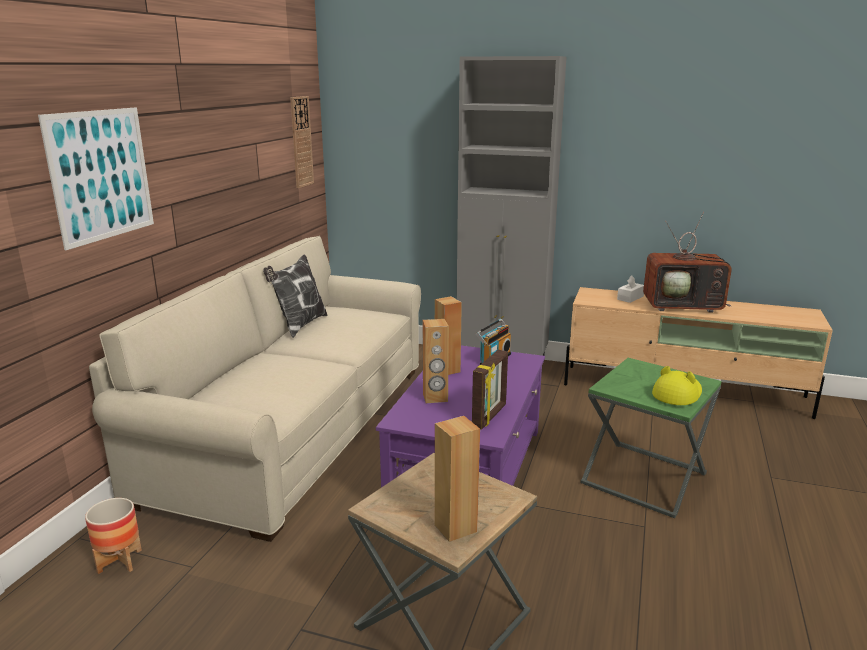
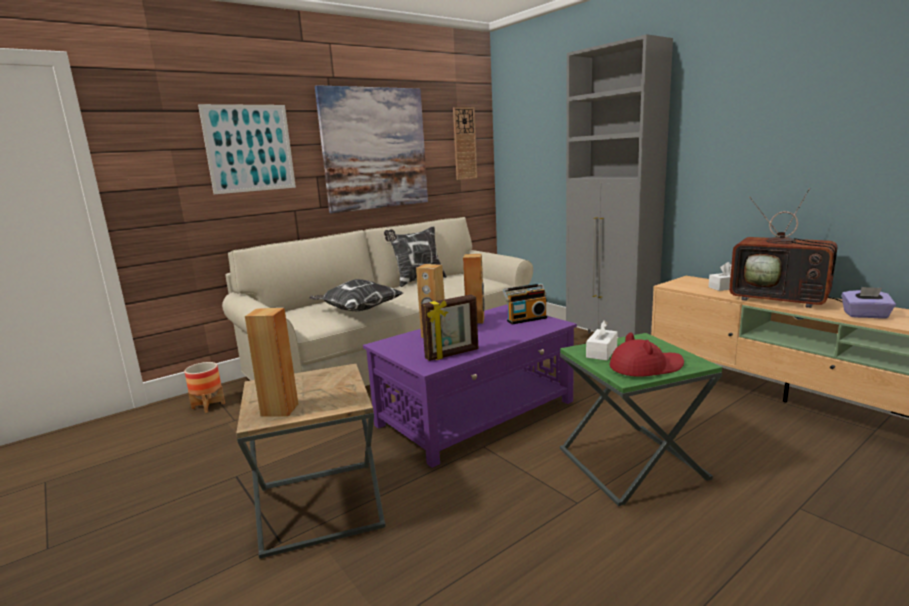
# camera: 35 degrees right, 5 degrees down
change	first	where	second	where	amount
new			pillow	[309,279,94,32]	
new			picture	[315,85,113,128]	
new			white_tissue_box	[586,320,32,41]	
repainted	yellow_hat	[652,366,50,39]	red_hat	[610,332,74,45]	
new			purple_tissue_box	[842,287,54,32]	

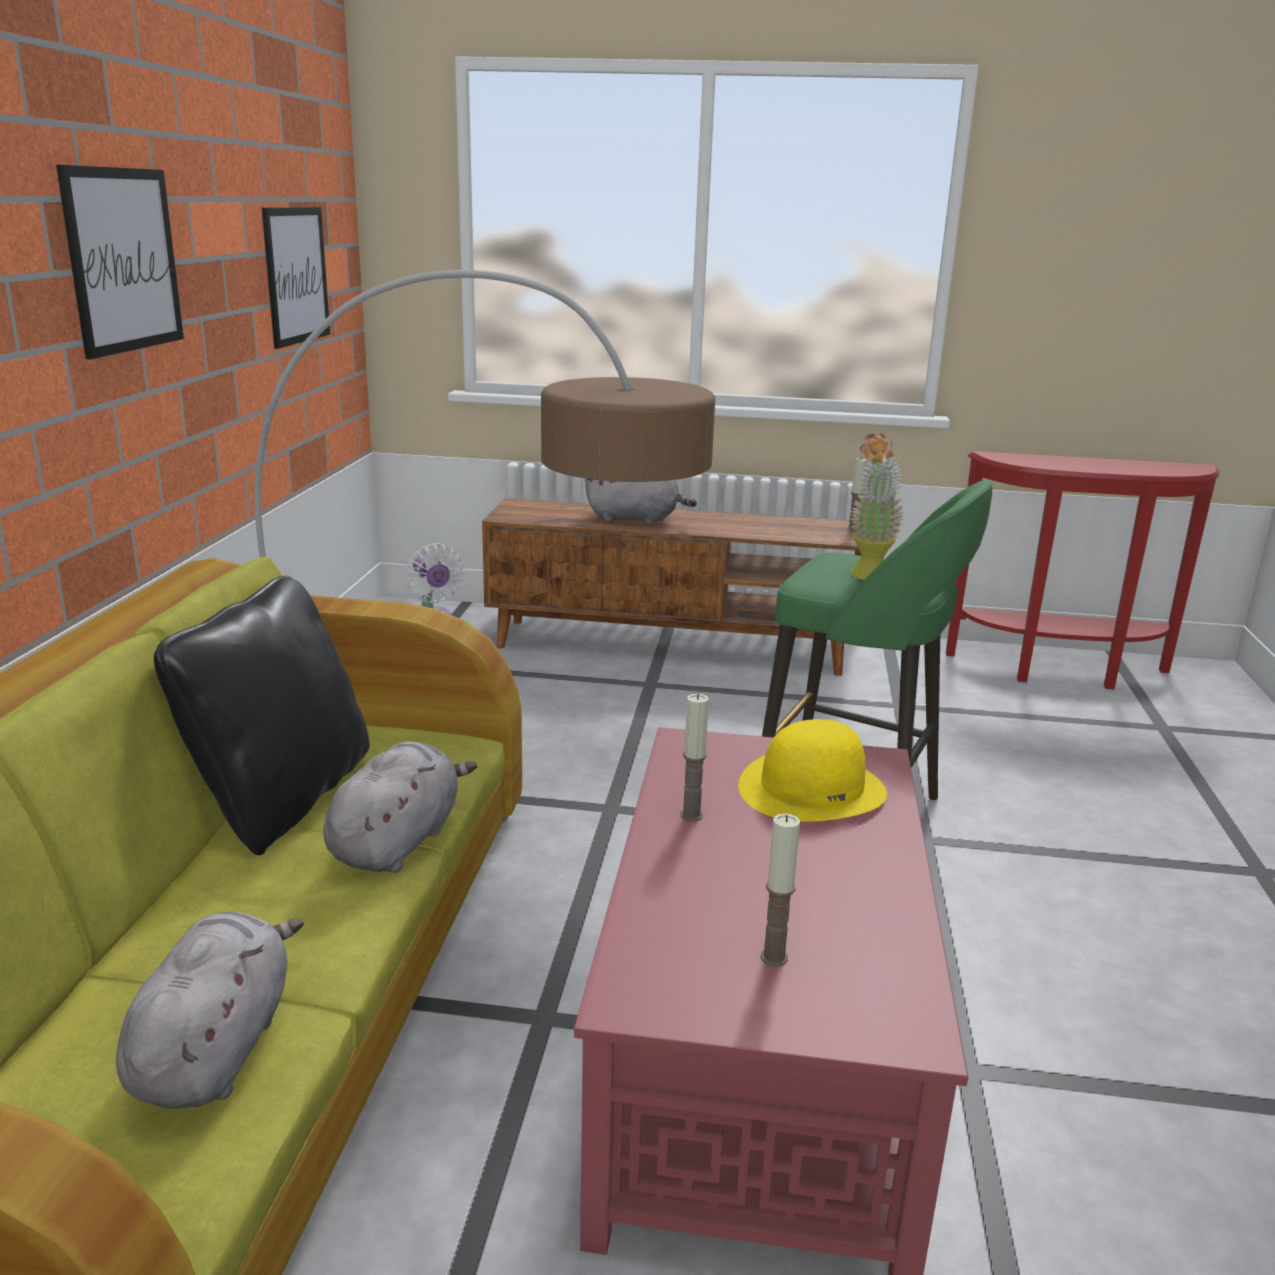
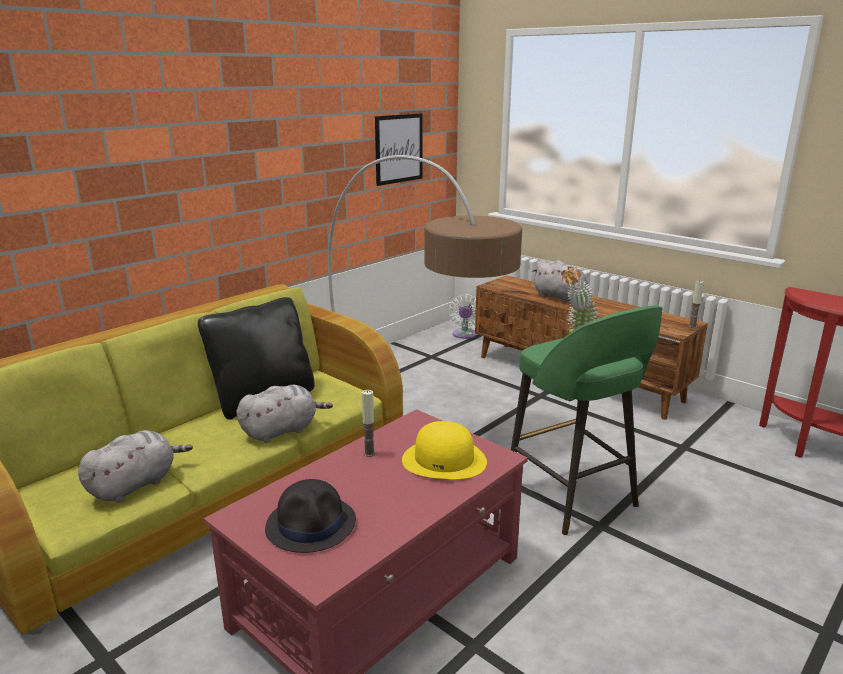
# camera: 35 degrees right, 0 degrees up
change	first	where	second	where	amount
swapped	candle	[760,813,40,154]	black_hat	[265,479,91,74]	
gone	picture	[56,165,128,194]			

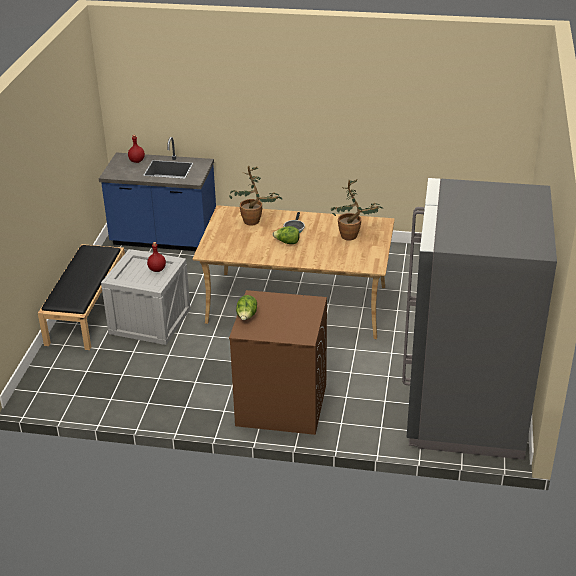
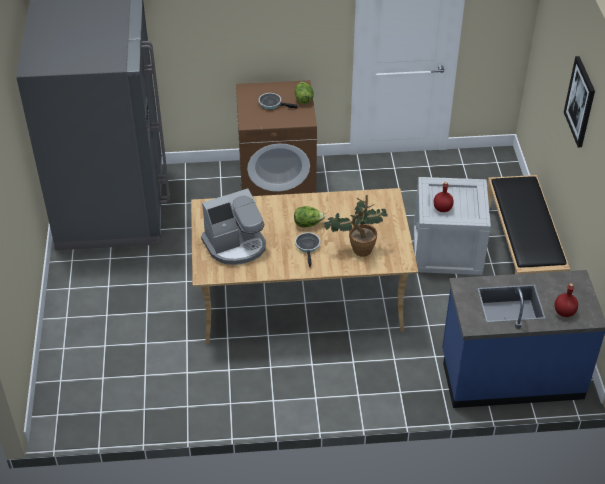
# camera: 165 degrees right, 10 degrees up
change	first	where	second	where	amount
swapped	potted_plant	[330,179,53,61]	coffee_machine	[201,188,65,77]	
new			frying_pan	[258,93,40,16]	
new			picture	[564,56,31,91]	

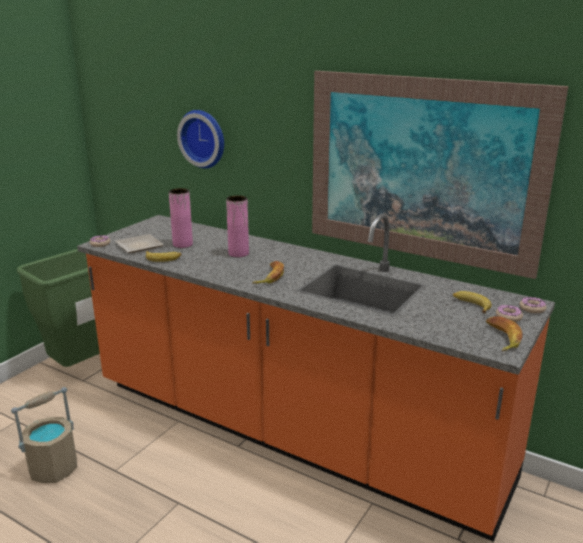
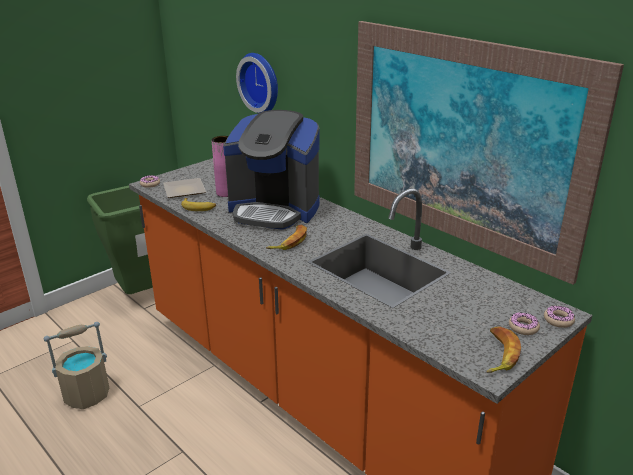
# camera: 15 degrees right, 5 degrees up
change	first	where	second	where	amount
swapped	pink_vase	[226,195,23,62]	coffee_machine	[223,110,97,120]	
gone	banana	[453,291,39,22]			

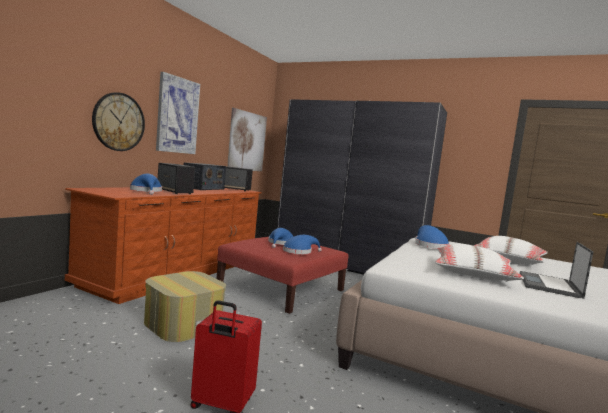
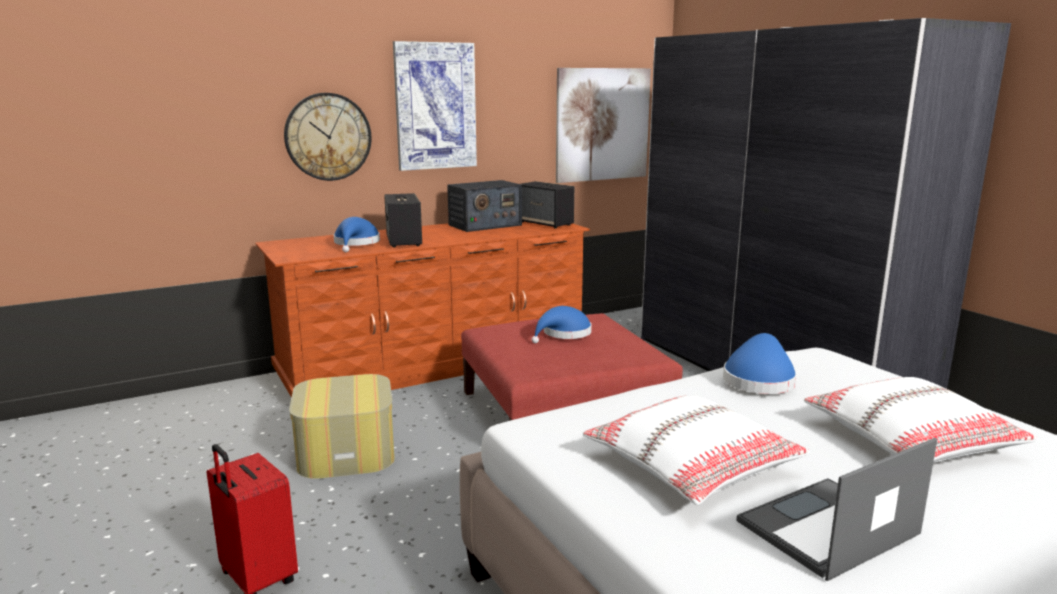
# camera: 35 degrees right, 10 degrees up
change	first	where	second	where	amount
gone	blue_hat	[283,235,39,20]			

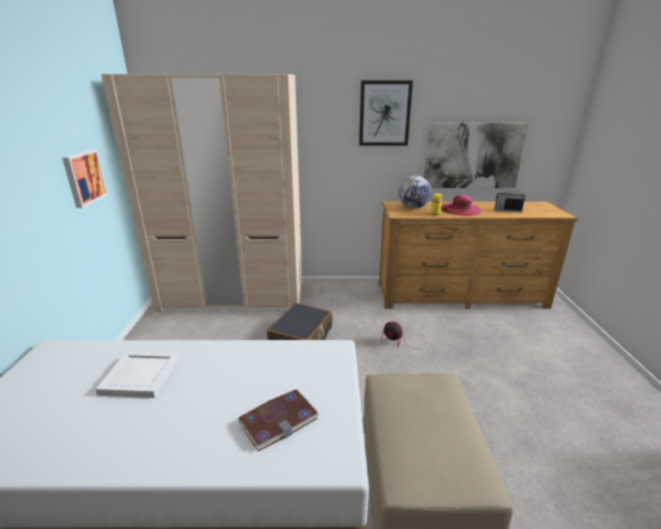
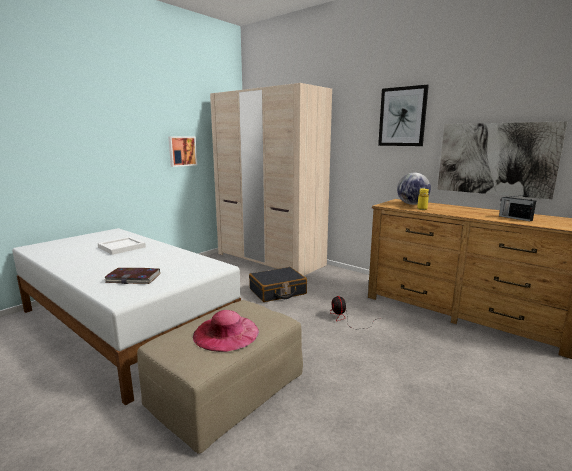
# camera: 40 degrees right, 10 degrees down
change	first	where	second	where	amount
shifted	pink_hat	[441,195,41,21]		[193,310,66,42]	

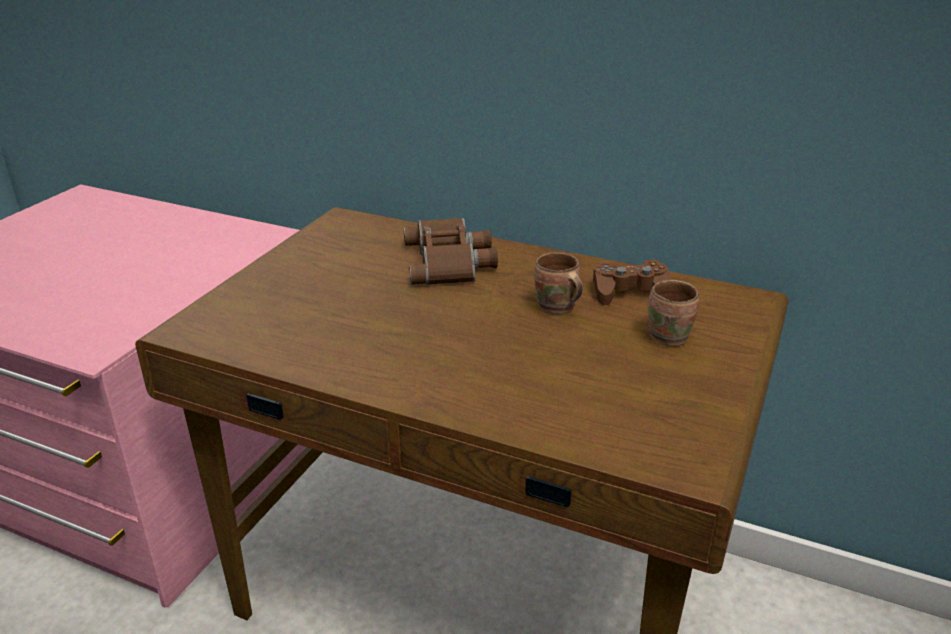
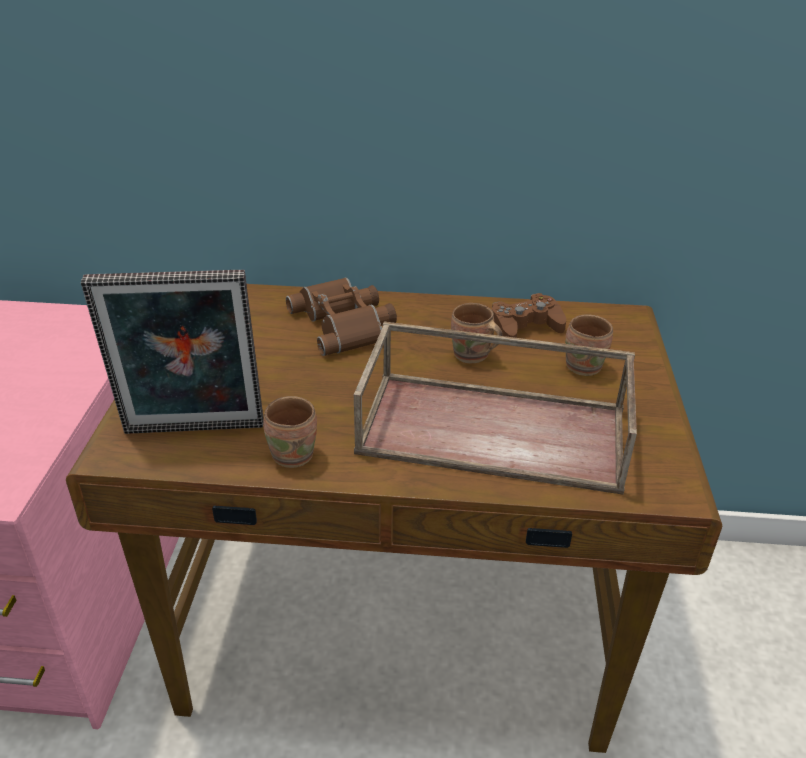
# camera: 20 degrees left, 5 degrees up
change	first	where	second	where	amount
new			picture_frame	[81,270,183,164]	
new			brown_mug	[263,396,54,72]	
new			brown_tray	[354,322,283,173]	

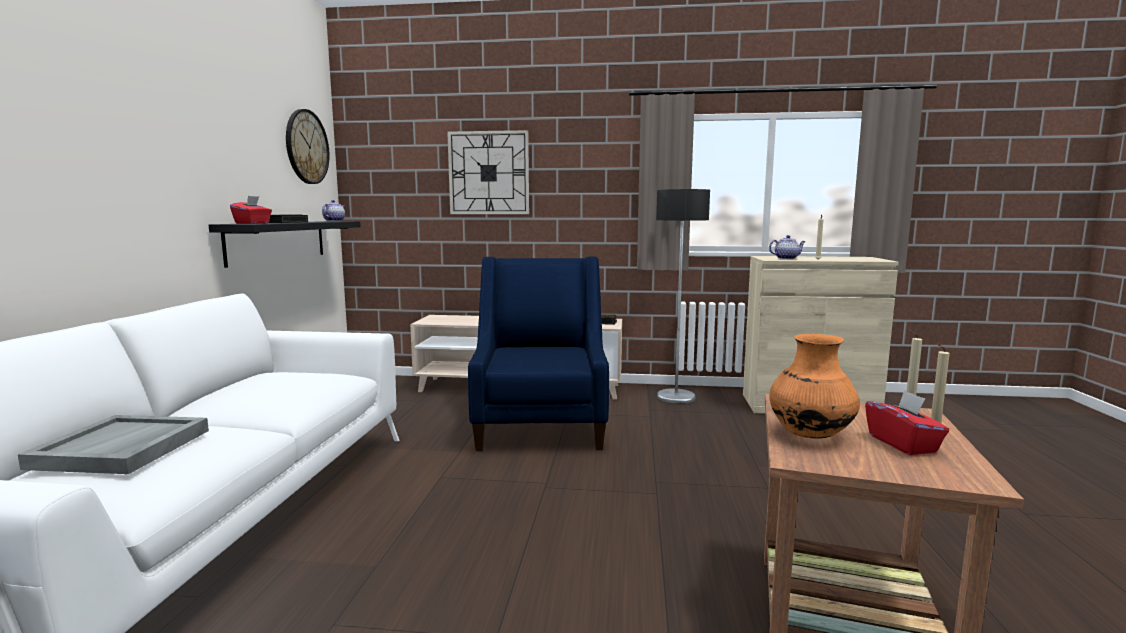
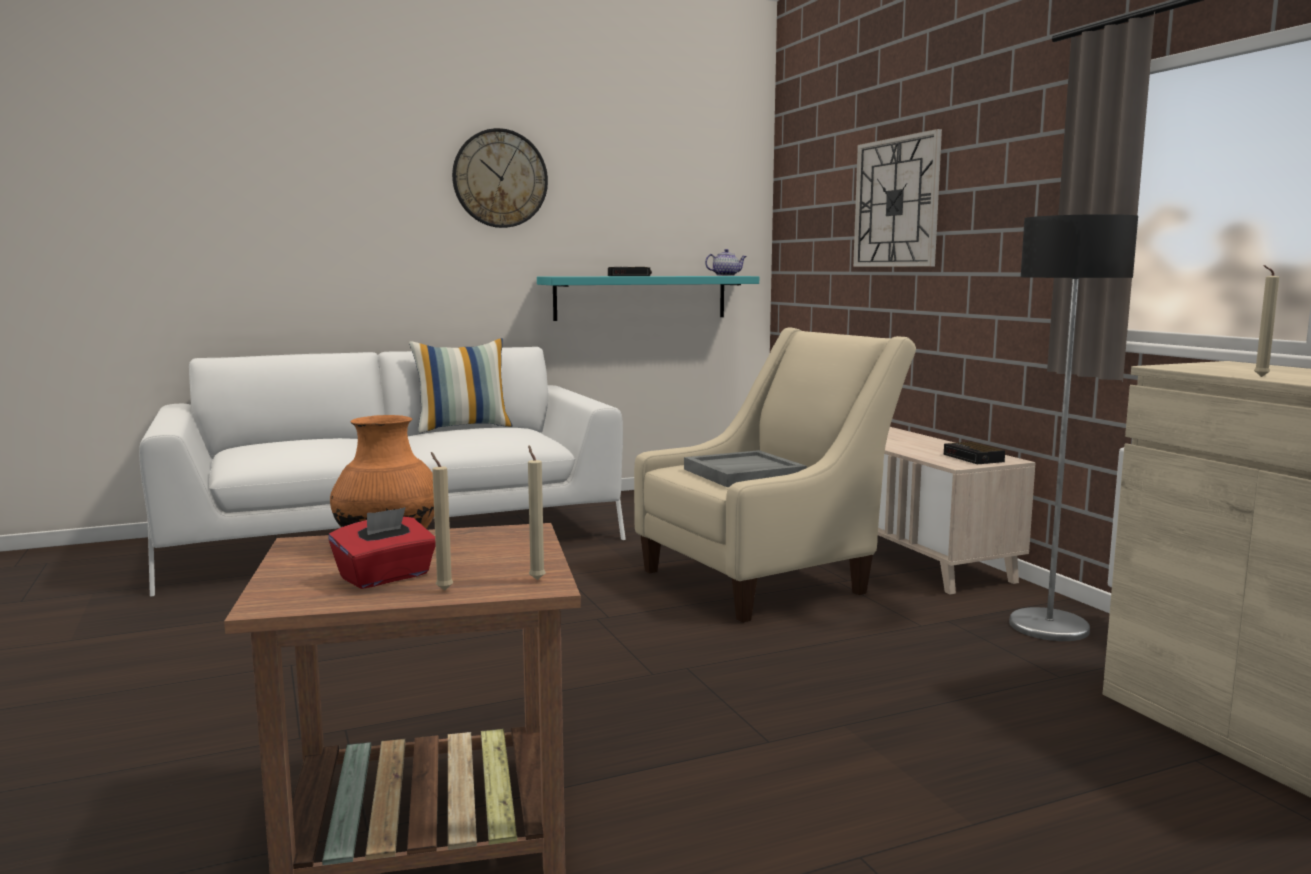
# camera: 60 degrees right, 0 degrees up
change	first	where	second	where	amount
new			pillow	[409,338,104,95]	
shifted	wall_clock	[286,109,43,75]		[452,128,96,100]	
repainted	black_shelf	[209,221,152,47]	turquoise_shelf	[537,276,222,45]	
repainted	blue_armchair	[468,257,141,194]	beige_armchair	[634,327,282,296]	
shifted	grey_tray	[18,415,191,59]		[684,450,123,37]	
gone	red_tissue_box	[230,196,42,28]			
gone	teapot	[769,235,37,24]			

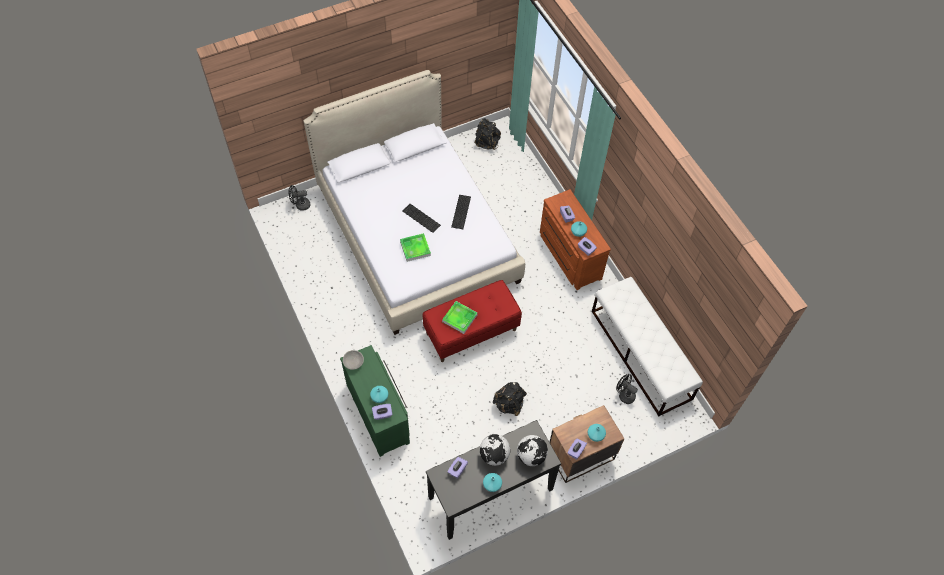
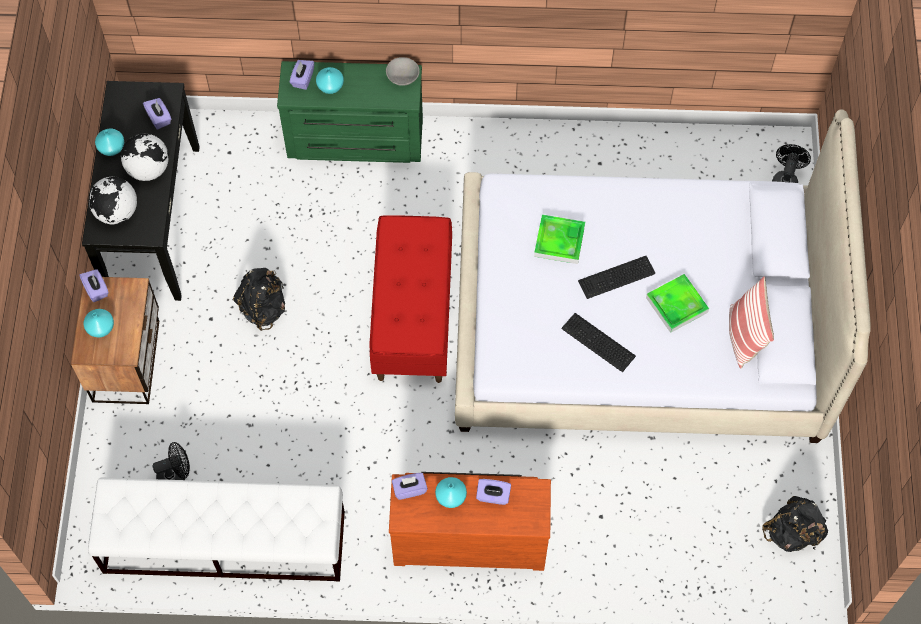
# camera: 120 degrees right, 5 degrees up
change	first	where	second	where	amount
shifted	tray	[442,301,36,33]		[646,274,63,59]	
new			pillow	[729,276,45,93]	

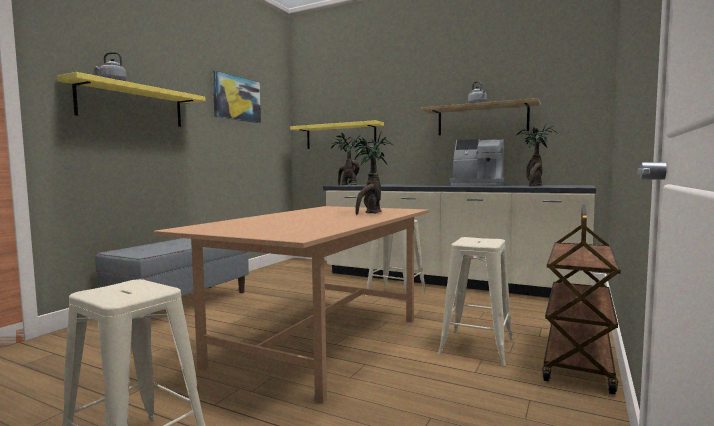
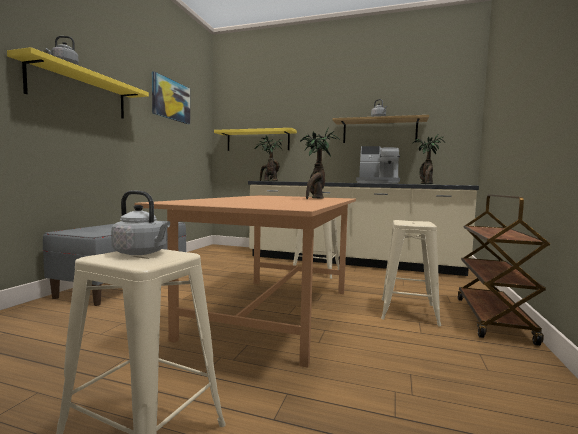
# camera: 10 degrees left, 0 degrees up
change	first	where	second	where	amount
new			grey_kettle	[111,190,59,65]	

